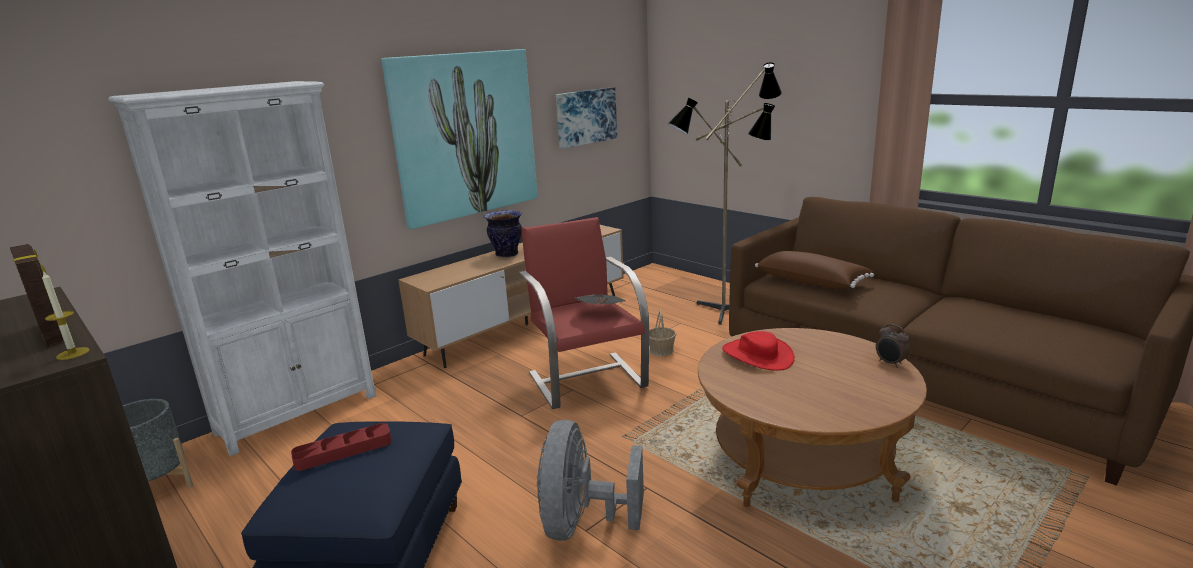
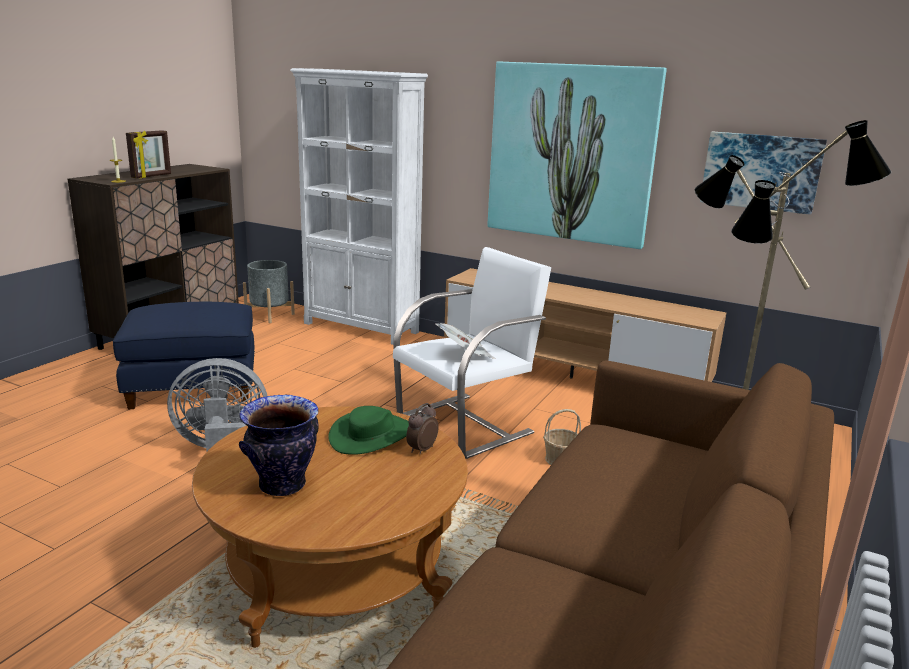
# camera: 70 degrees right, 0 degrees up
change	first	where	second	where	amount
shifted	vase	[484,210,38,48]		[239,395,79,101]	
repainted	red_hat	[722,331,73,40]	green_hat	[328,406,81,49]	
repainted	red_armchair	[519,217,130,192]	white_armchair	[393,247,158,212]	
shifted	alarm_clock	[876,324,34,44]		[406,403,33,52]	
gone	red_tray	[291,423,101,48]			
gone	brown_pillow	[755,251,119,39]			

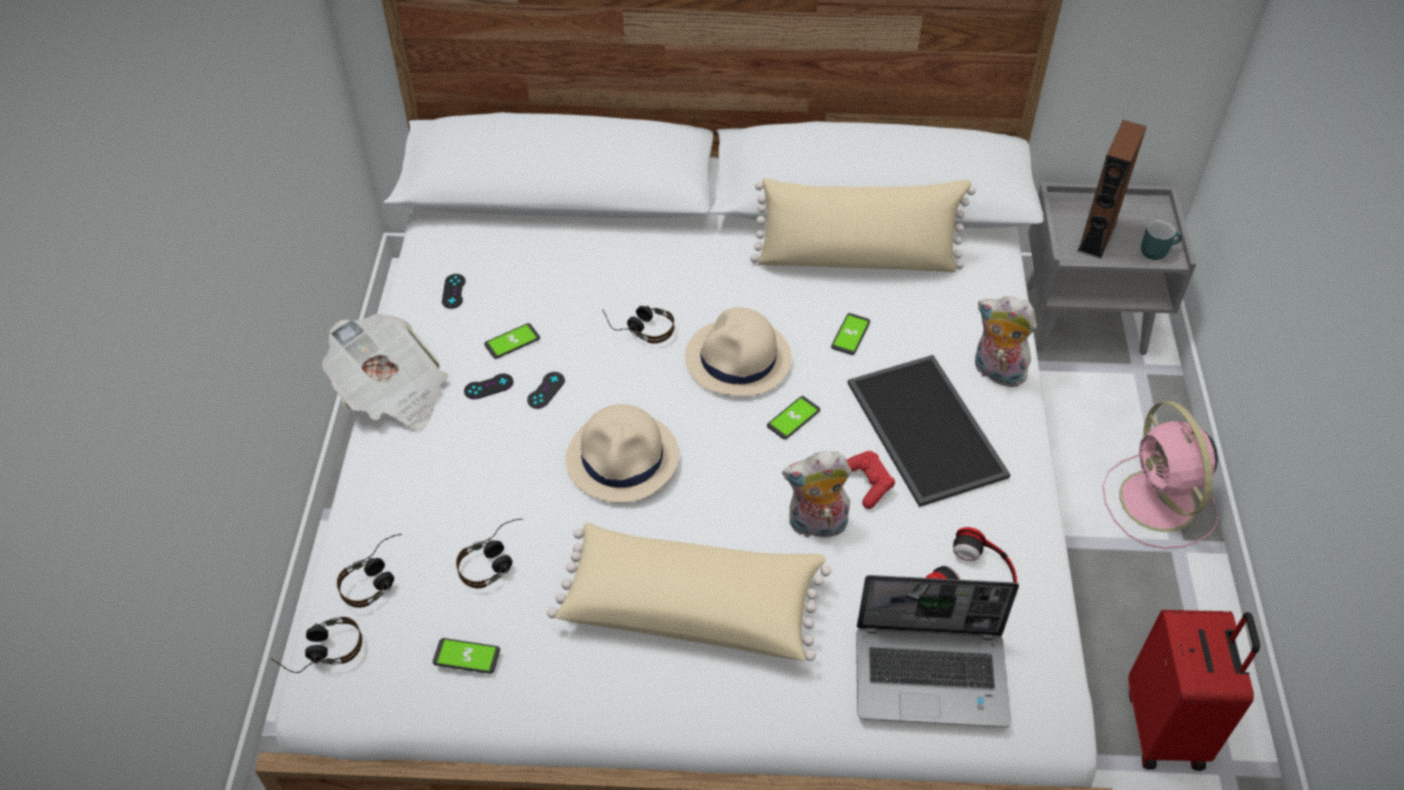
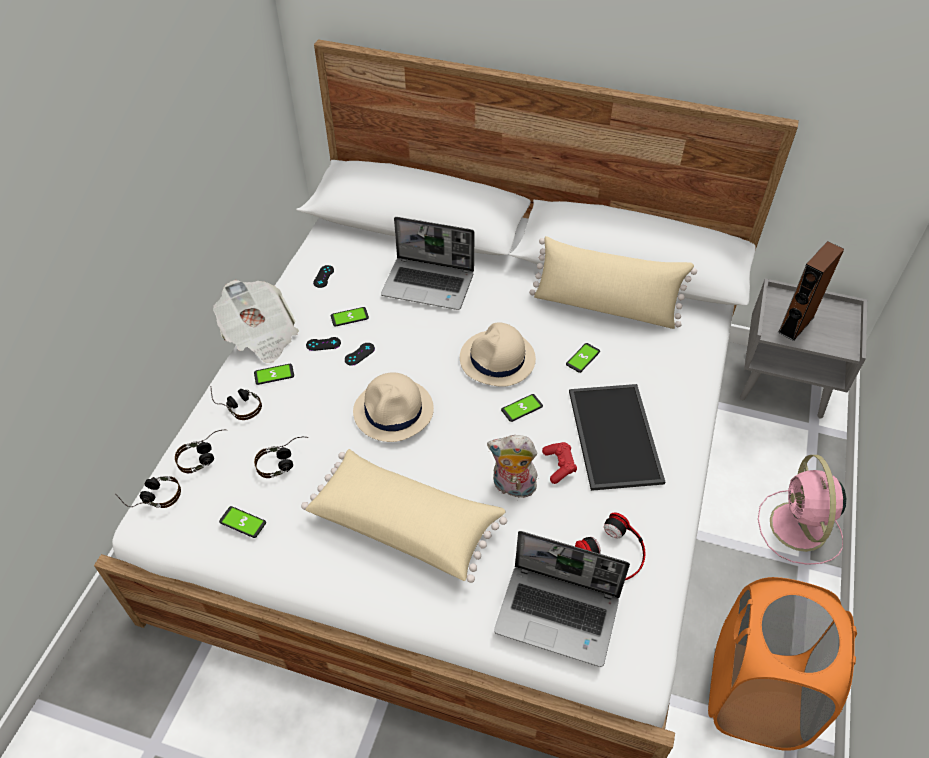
# camera: 15 degrees right, 0 degrees up
change	first	where	second	where	amount
shifted	headphones	[602,306,72,38]		[211,389,51,31]	
new			phone	[254,364,40,21]	
new			laptop	[381,217,94,93]	
swapped	red_suitcase	[1128,610,132,161]	orange_laundry_basket	[708,577,149,174]	
gone	plush_toy	[975,296,62,91]			
gone	turquoise_mug	[1141,220,42,40]			

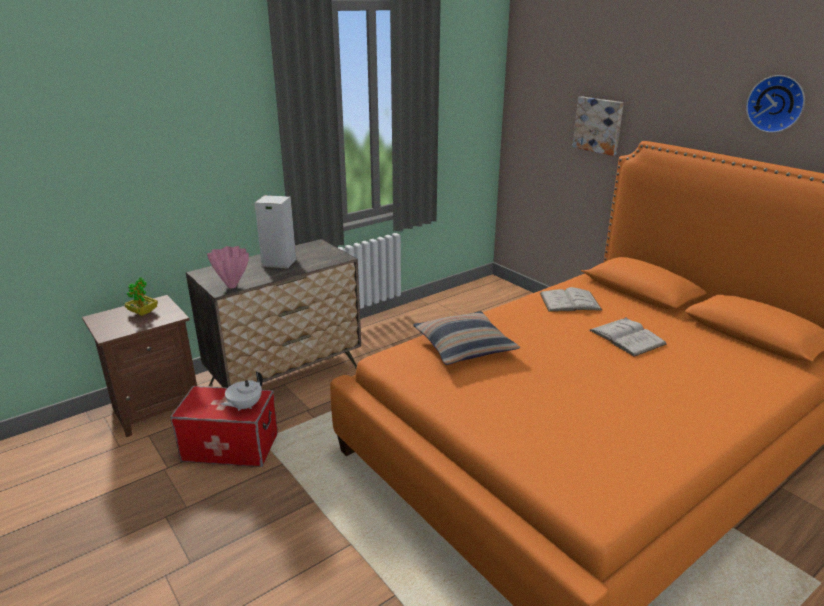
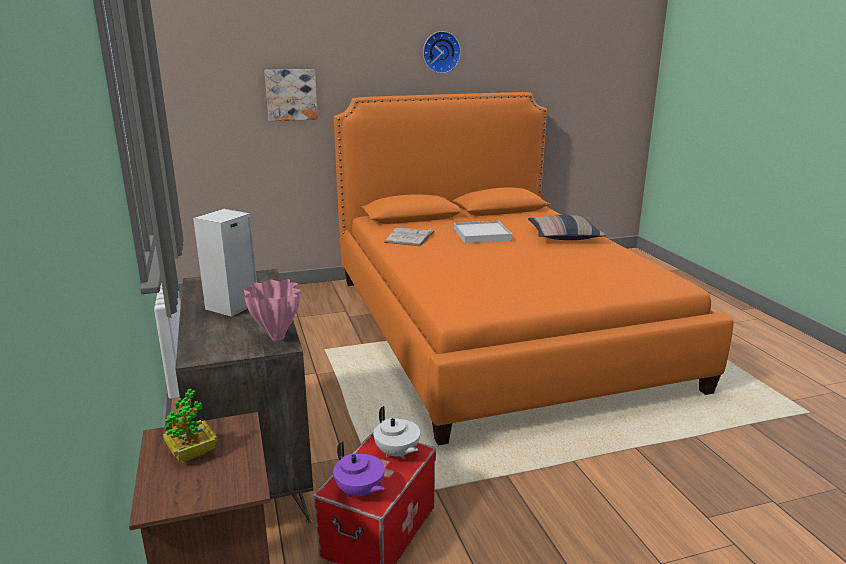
# camera: 70 degrees left, 5 degrees down
change	first	where	second	where	amount
new			purple_teapot	[333,442,52,56]	
swapped	white_book	[589,317,78,40]	white_tray	[454,221,58,23]	
shifted	pillow	[413,311,107,54]		[528,215,78,25]	

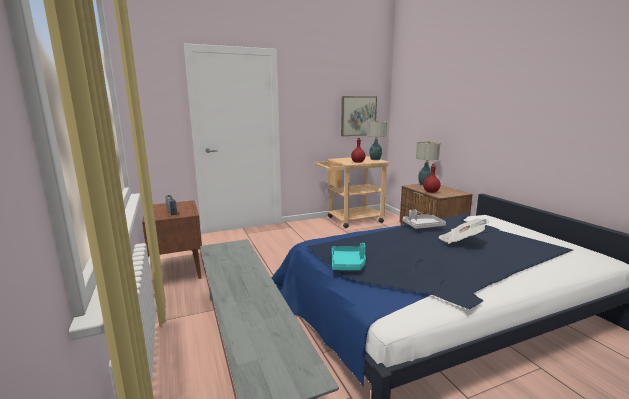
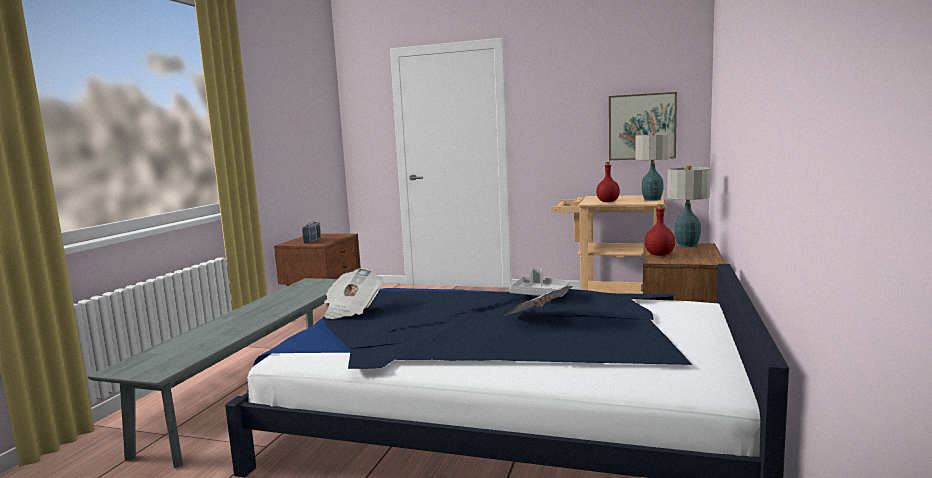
# camera: 40 degrees right, 5 degrees down
change	first	where	second	where	amount
swapped	turquoise_tray	[332,243,34,28]	newspaper	[324,268,59,51]	

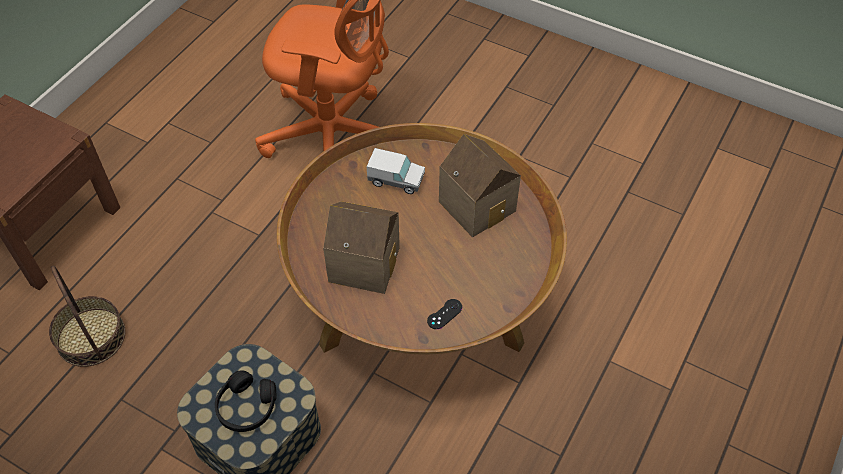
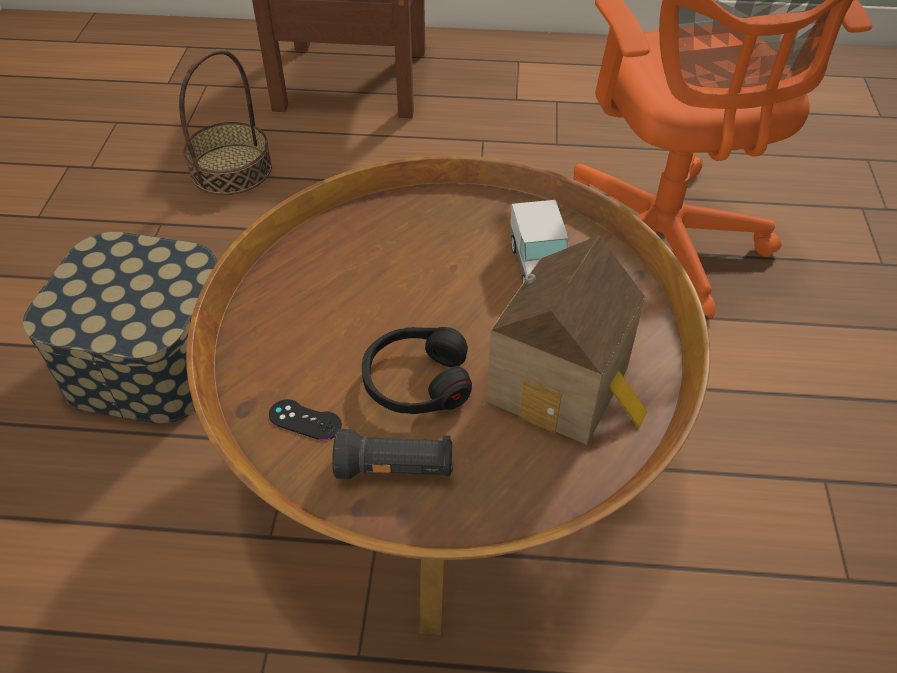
# camera: 65 degrees right, 5 degrees down
change	first	where	second	where	amount
new			black_flashlight	[332,429,121,50]	
shifted	black_headphones	[215,370,61,62]		[362,327,110,87]	
gone	toy_house	[323,201,77,93]			

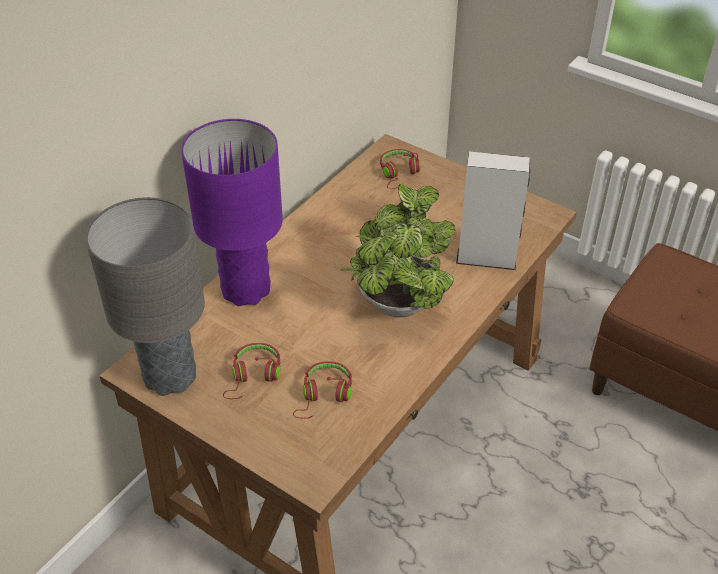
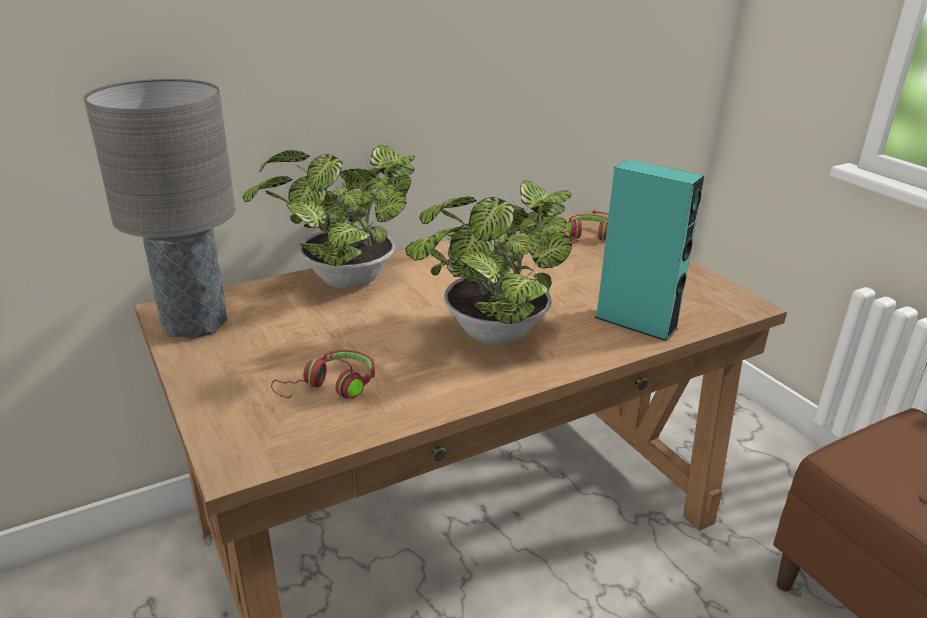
# camera: 25 degrees right, 15 degrees down
change	first	where	second	where	amount
swapped	purple_table_lamp	[181,119,102,187]	potted_plant	[242,145,173,143]	
repainted	grey_speaker	[456,152,74,118]	turquoise_speaker	[595,159,109,182]	
gone	red_headphones	[223,343,57,56]			

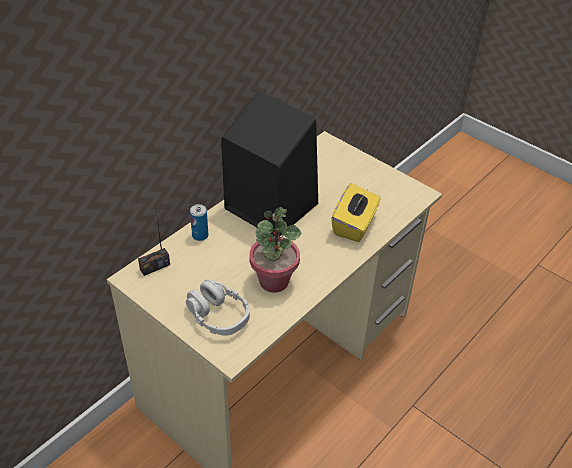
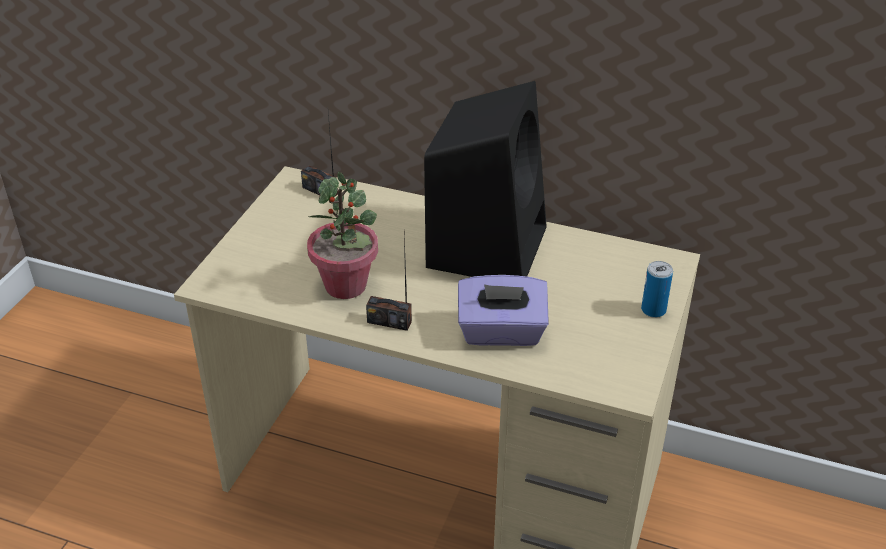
# camera: 70 degrees right, 5 degrees down
change	first	where	second	where	amount
new			radio	[366,235,46,96]	
repainted	yellow_tissue_box	[331,183,49,59]	purple_tissue_box	[458,275,91,71]	
shifted	can	[190,204,18,37]		[641,261,32,57]	
gone	grey_headphones	[186,280,64,55]			

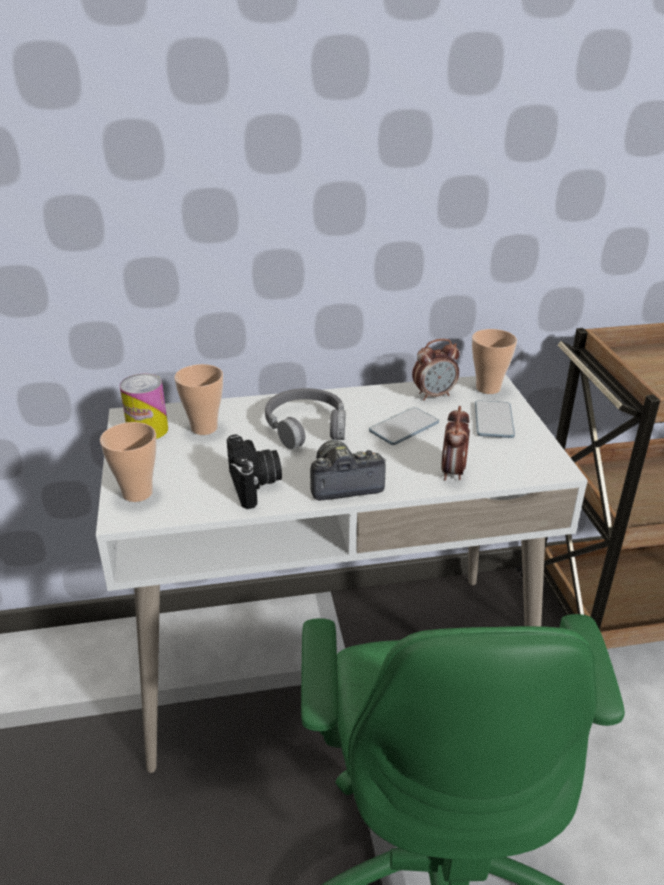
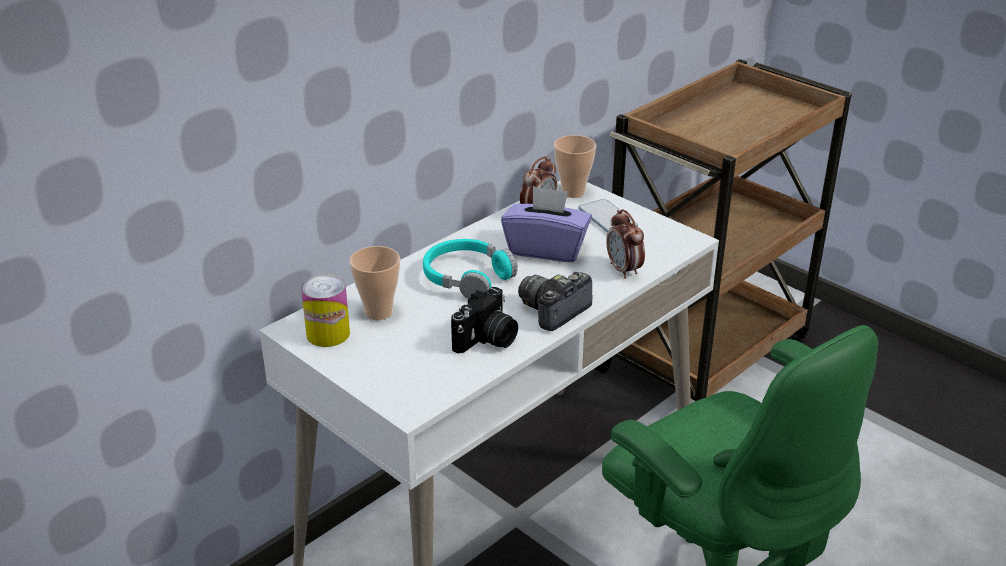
# camera: 35 degrees left, 0 degrees up
change	first	where	second	where	amount
repainted	grey_headphones	[265,388,80,61]	turquoise_headphones	[423,239,95,60]	
rotated	photo_camera	[227,434,55,75]		[451,287,67,67]	90 degrees clockwise
swapped	phone	[369,407,70,38]	purple_tissue_box	[501,186,91,76]	
gone	cup	[100,422,57,80]			

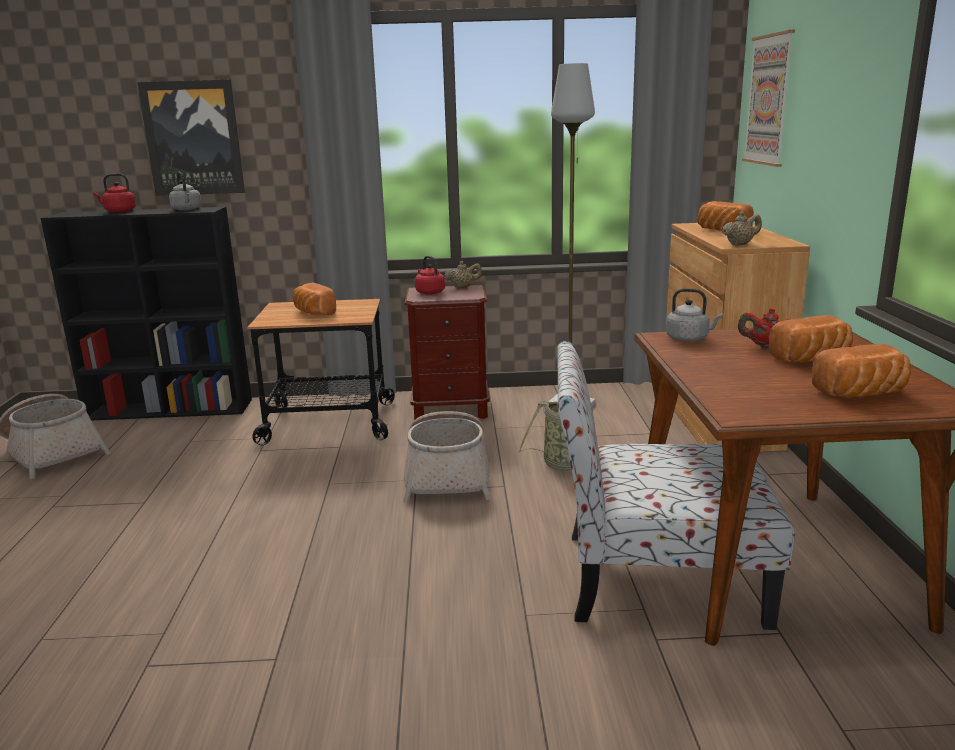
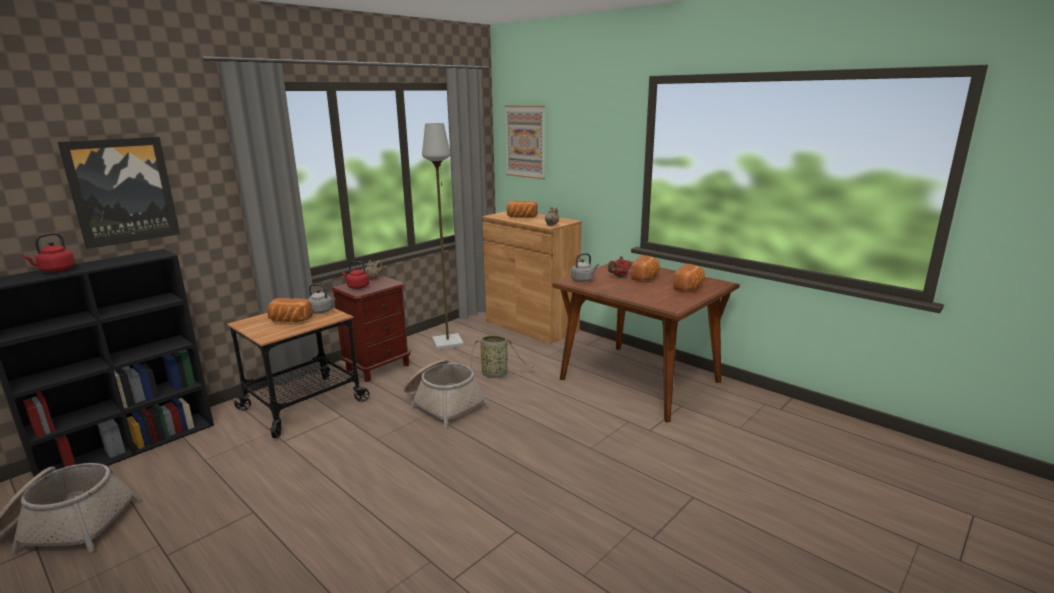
# camera: 45 degrees left, 0 degrees up
change	first	where	second	where	amount
shifted	grey_kettle	[169,172,32,39]		[308,284,28,29]	
gone	chair	[557,341,238,289]			

